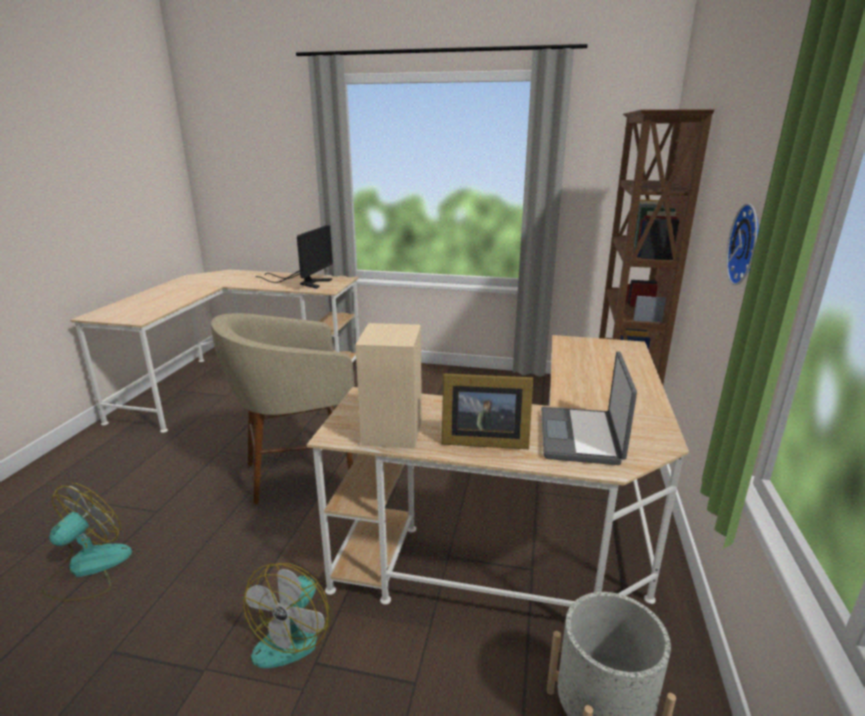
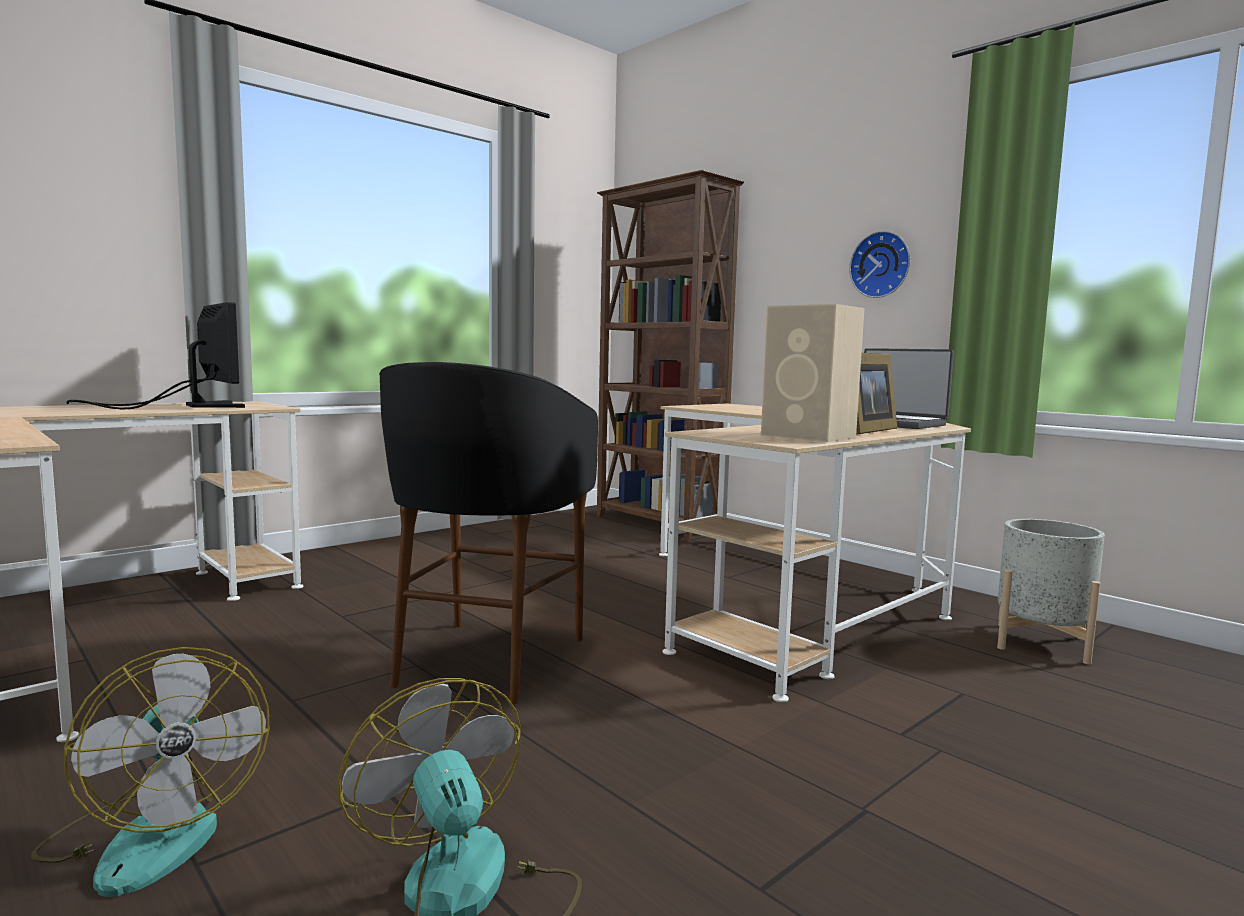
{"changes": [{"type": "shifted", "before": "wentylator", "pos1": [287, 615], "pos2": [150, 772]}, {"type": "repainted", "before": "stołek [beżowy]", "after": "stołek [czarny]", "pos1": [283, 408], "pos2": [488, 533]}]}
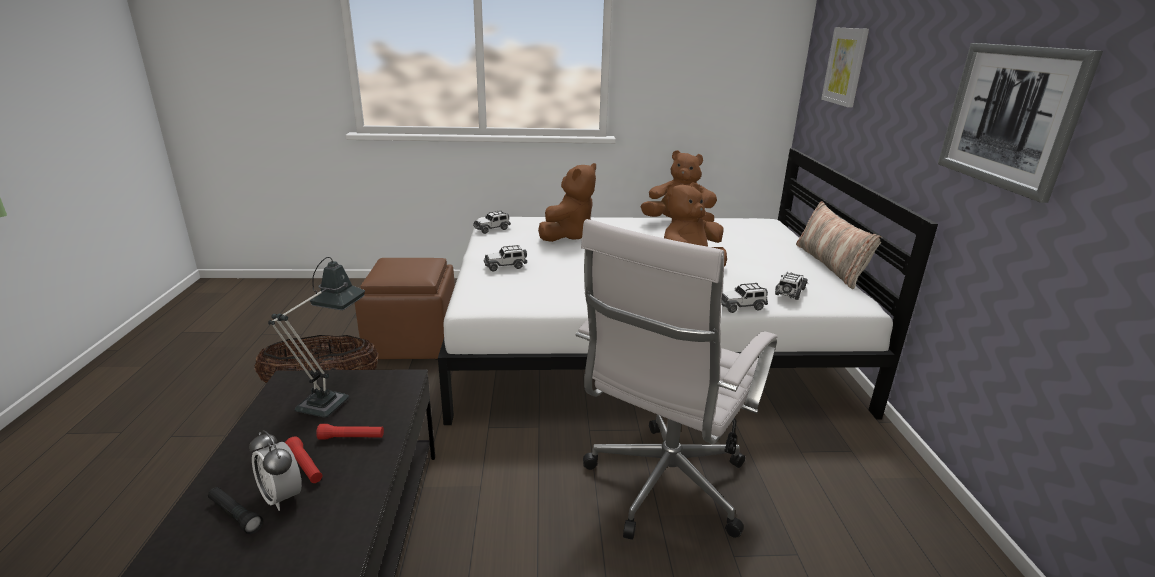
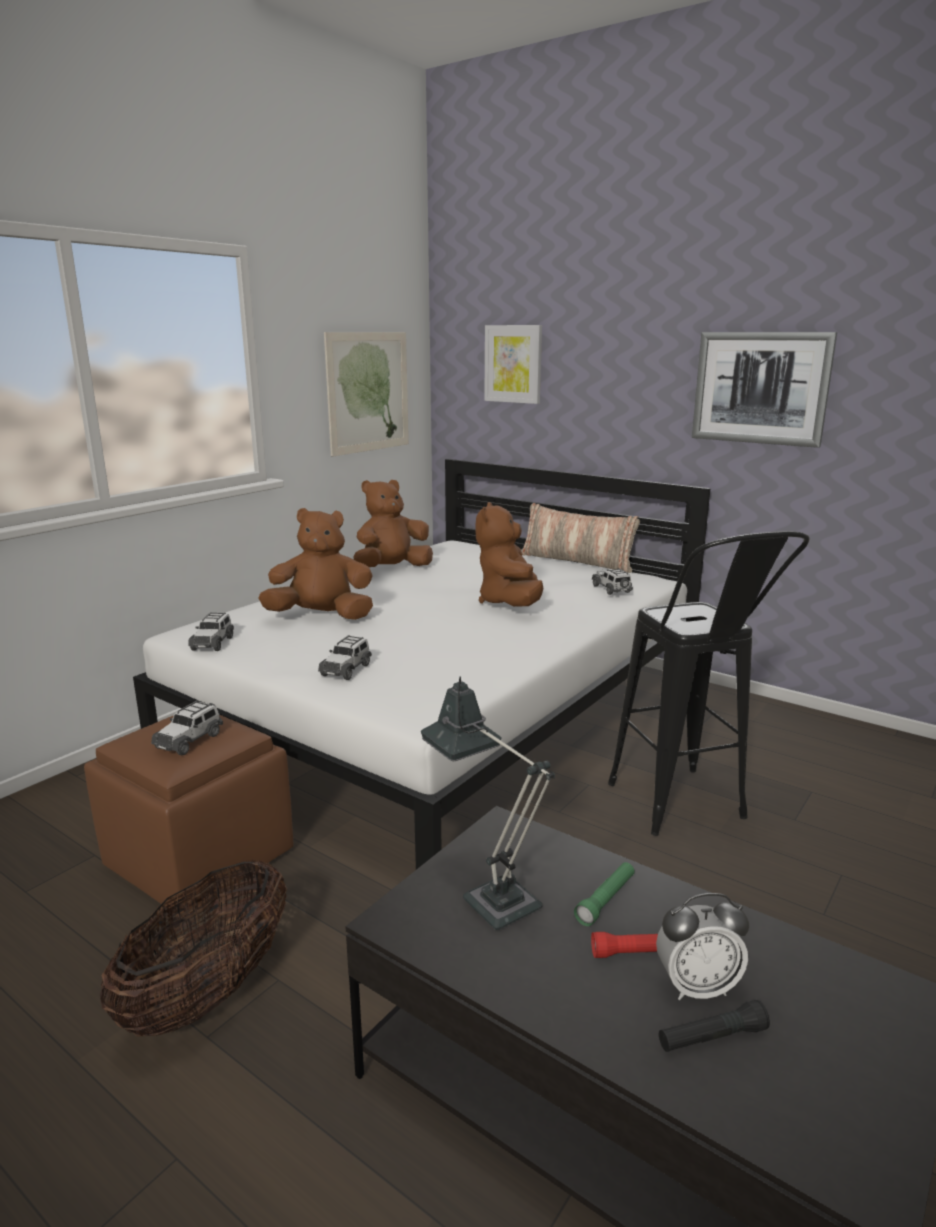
{"changes": [{"type": "shifted", "before": "samochodzik", "pos1": [744, 298], "pos2": [187, 727]}, {"type": "rotated", "before": "pluszak [brązowy]", "pos1": [567, 202], "pos2": [315, 564], "turn": -75}, {"type": "new", "after": "obraz", "pos2": [366, 394]}, {"type": "repainted", "before": "latarka [czerwony]", "after": "latarka [zielony]", "pos1": [350, 432], "pos2": [604, 894]}, {"type": "swapped", "before": "krzesło biurowe [biały]", "after": "stołek [czarny]", "pos1": [676, 379], "pos2": [709, 683]}]}
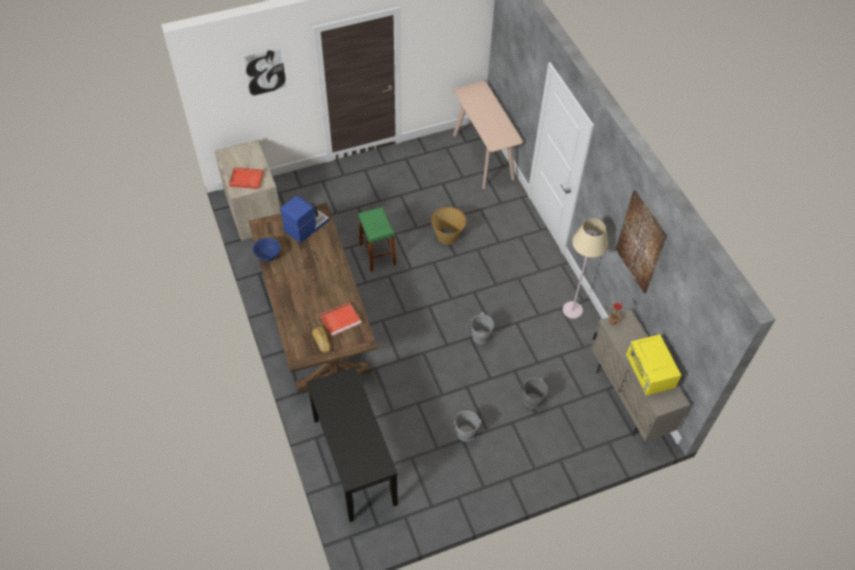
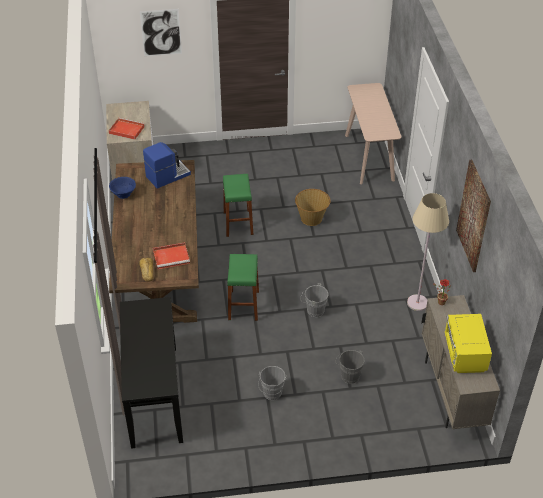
{"changes": [{"type": "new", "after": "stołek [zielony]", "pos2": [243, 287]}]}
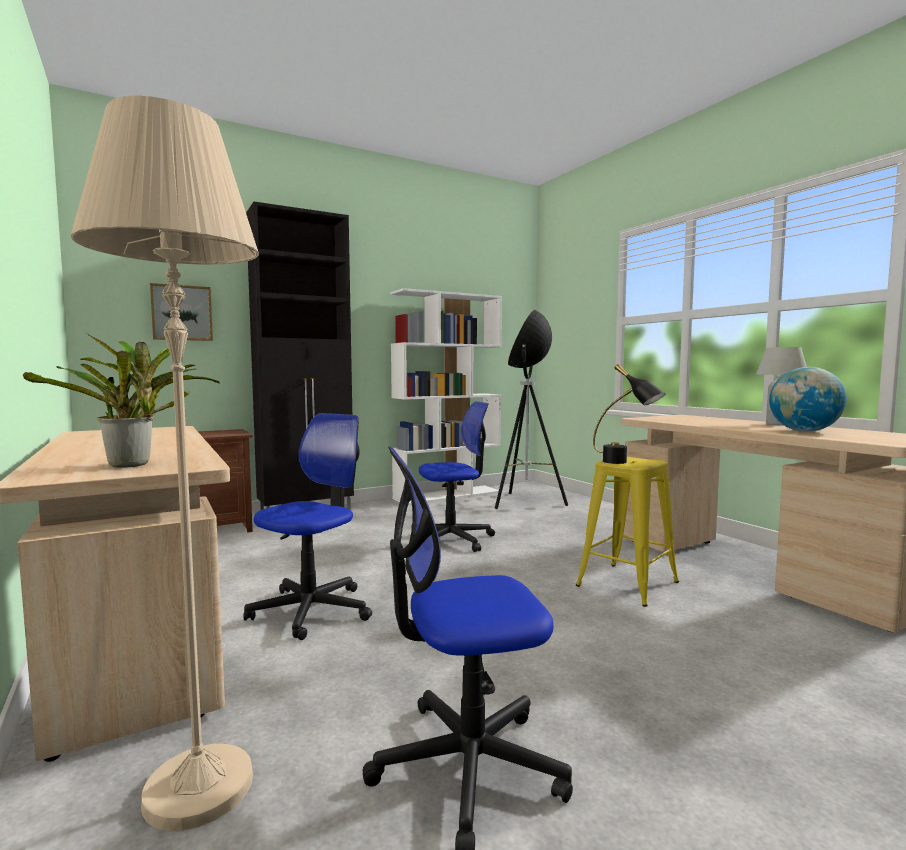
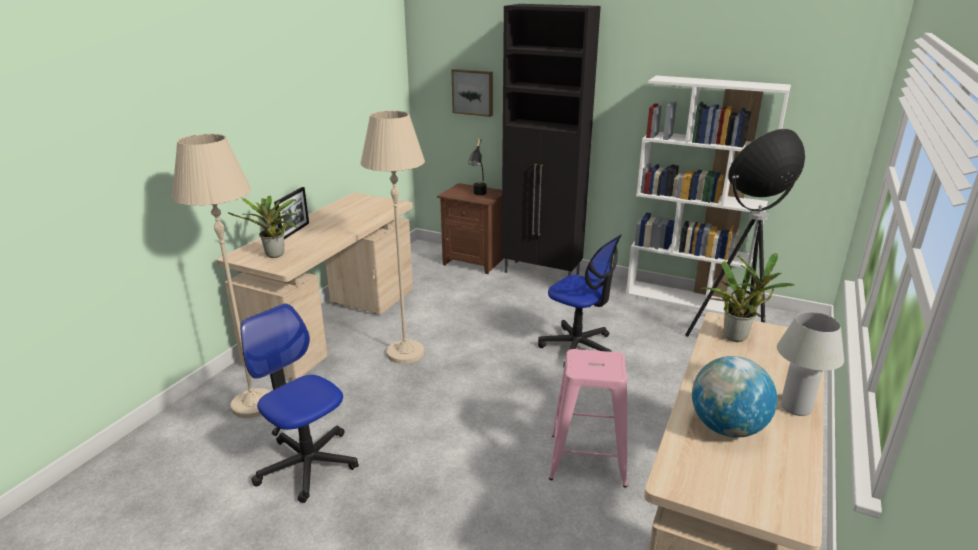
{"changes": [{"type": "new", "after": "ramka na zdjęcie", "pos2": [291, 213]}, {"type": "swapped", "before": "krzesło biurowe", "after": "lampa stojąca [beżowy]", "pos1": [307, 526], "pos2": [392, 237]}, {"type": "shifted", "before": "lampa stołowa [czarny]", "pos1": [629, 414], "pos2": [477, 166]}, {"type": "repainted", "before": "stołek [żółty]", "after": "stołek [różowy]", "pos1": [627, 532], "pos2": [588, 418]}, {"type": "new", "after": "roślina doniczkowa", "pos2": [747, 297]}]}
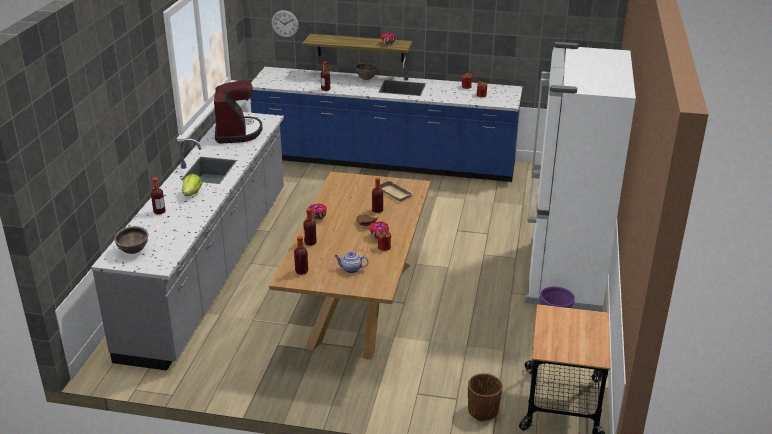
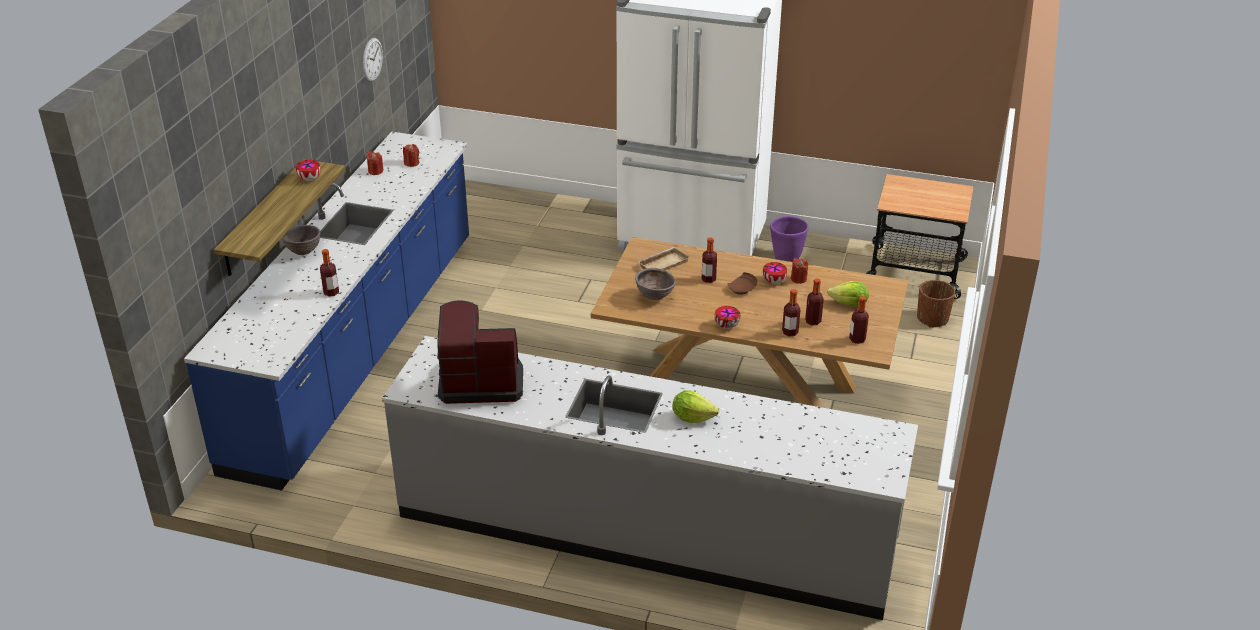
{"changes": [{"type": "shifted", "before": "zegar ścienny", "pos1": [285, 24], "pos2": [373, 60]}, {"type": "shifted", "before": "miska [brązowy]", "pos1": [131, 240], "pos2": [655, 284]}, {"type": "shifted", "before": "butelka", "pos1": [158, 196], "pos2": [814, 301]}, {"type": "swapped", "before": "imbryk", "after": "sałata", "pos1": [352, 262], "pos2": [848, 293]}]}
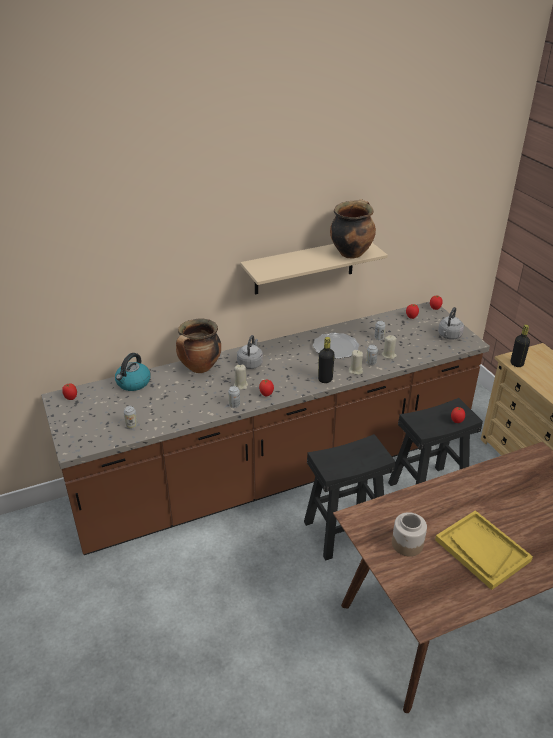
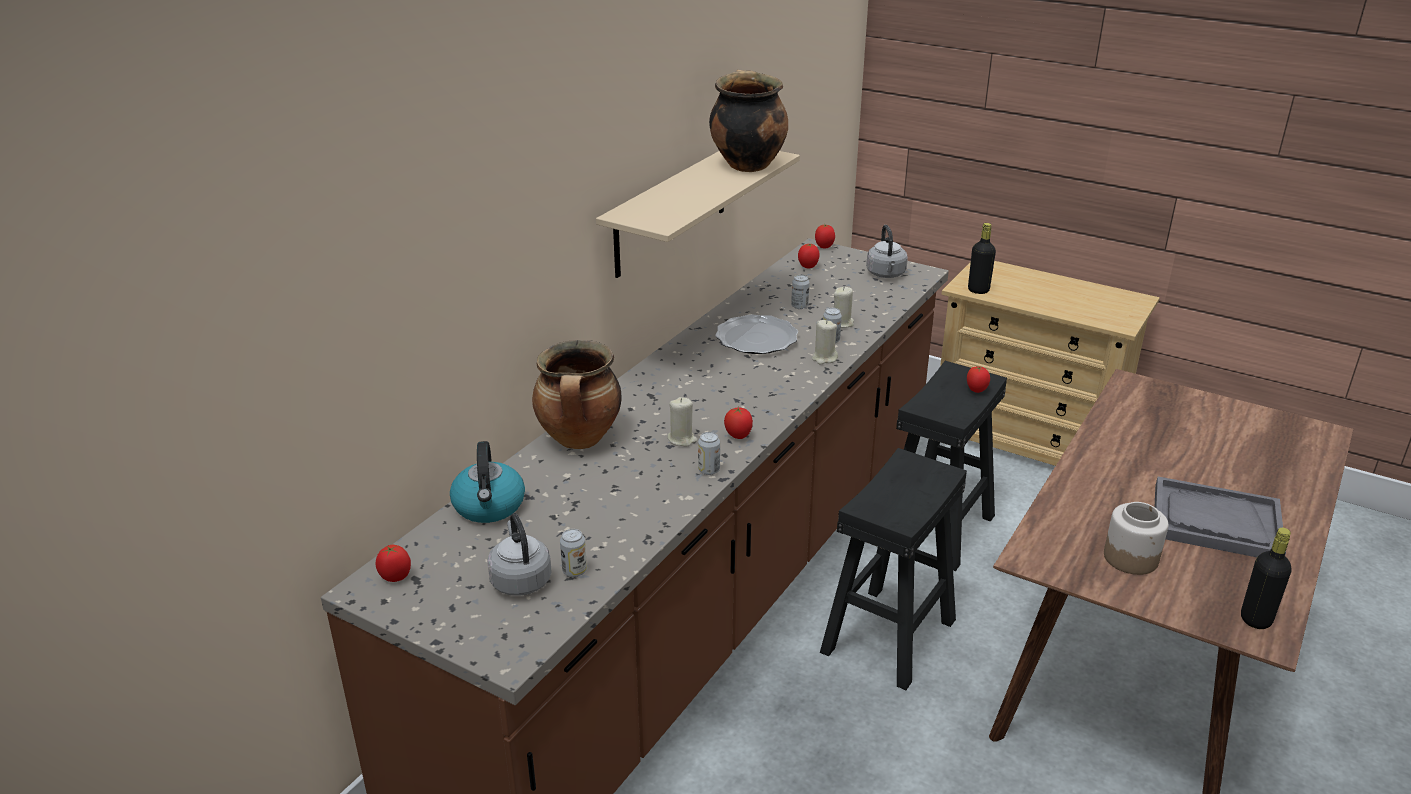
{"changes": [{"type": "shifted", "before": "czajnik [szary]", "pos1": [250, 352], "pos2": [519, 554]}, {"type": "repainted", "before": "taca [żółty]", "after": "taca [szary]", "pos1": [484, 550], "pos2": [1220, 517]}, {"type": "shifted", "before": "butelka [czarny]", "pos1": [326, 360], "pos2": [1266, 578]}]}
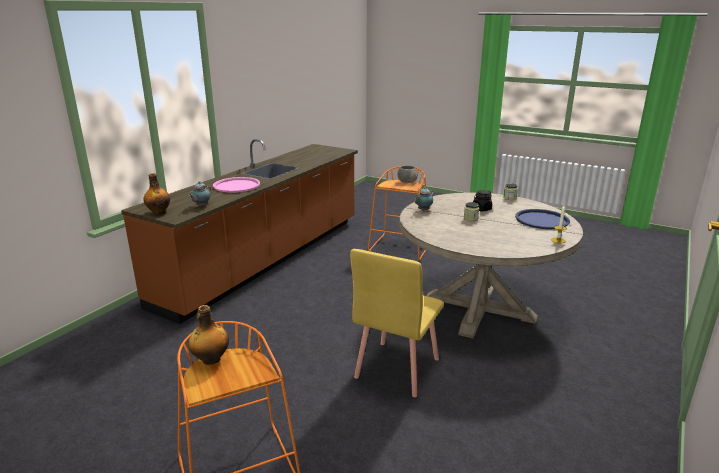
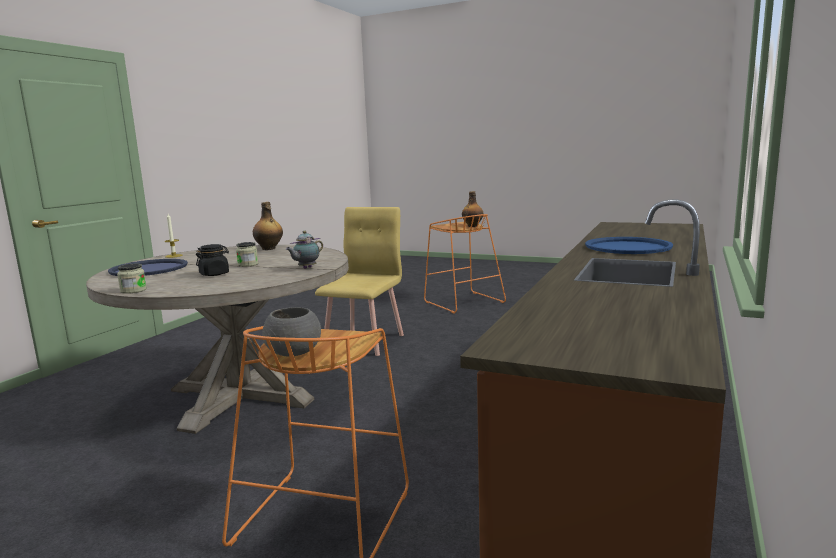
{"changes": [{"type": "shifted", "before": "butelka", "pos1": [156, 194], "pos2": [268, 226]}, {"type": "repainted", "before": "taca [różowy]", "after": "taca [niebieski]", "pos1": [236, 185], "pos2": [629, 245]}, {"type": "gone", "before": "imbryk", "pos1": [200, 194]}]}
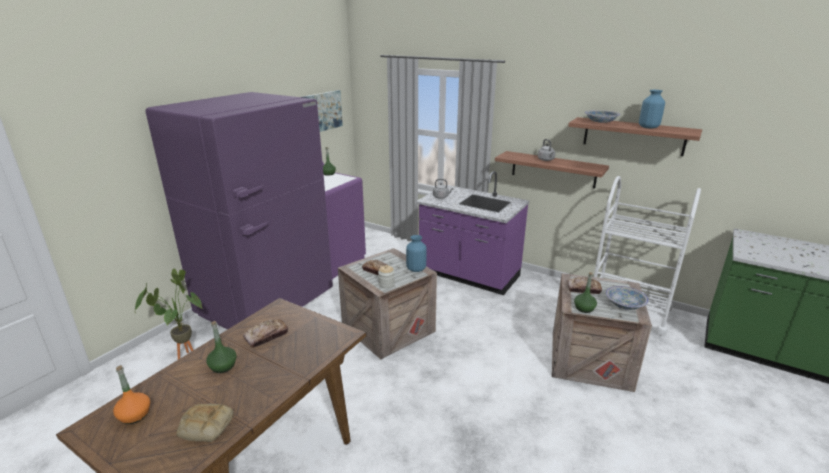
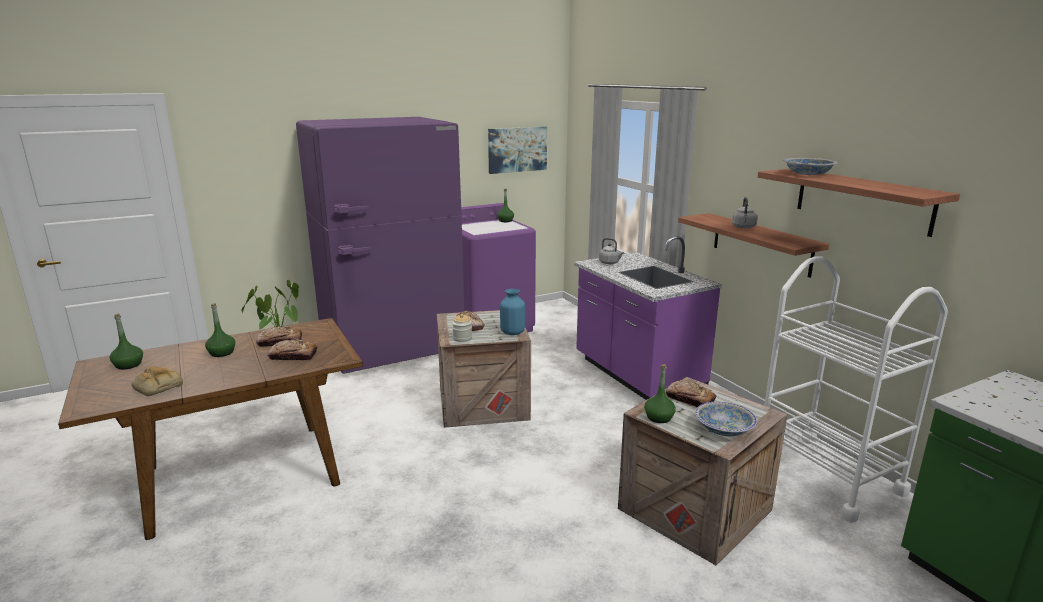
{"changes": [{"type": "repainted", "before": "butelka [pomarańczowy]", "after": "butelka [zielony]", "pos1": [131, 394], "pos2": [126, 341]}, {"type": "new", "after": "chleb", "pos2": [292, 350]}, {"type": "gone", "before": "wazon [niebieski]", "pos1": [652, 109]}]}
